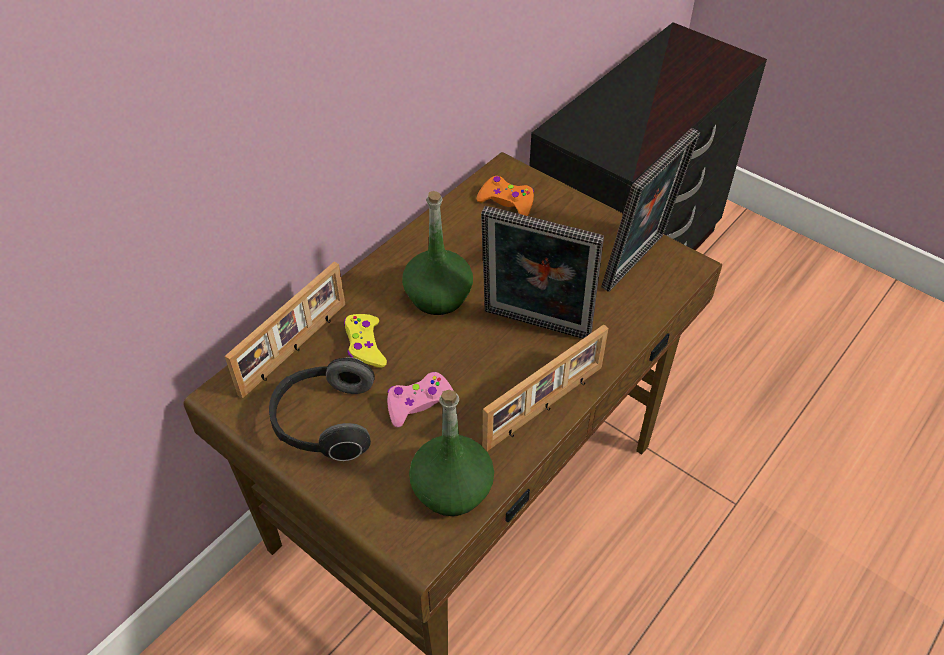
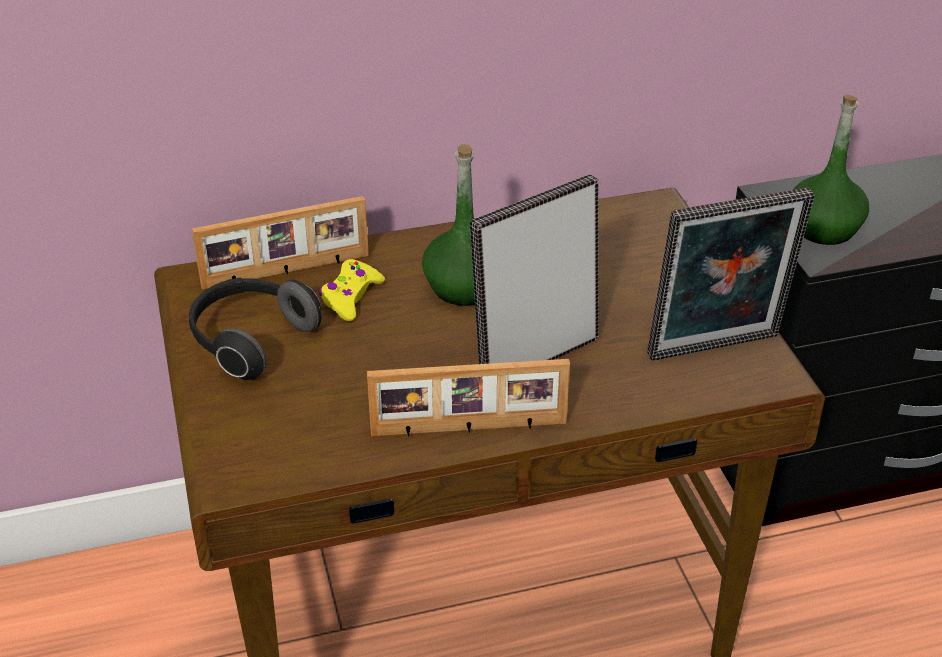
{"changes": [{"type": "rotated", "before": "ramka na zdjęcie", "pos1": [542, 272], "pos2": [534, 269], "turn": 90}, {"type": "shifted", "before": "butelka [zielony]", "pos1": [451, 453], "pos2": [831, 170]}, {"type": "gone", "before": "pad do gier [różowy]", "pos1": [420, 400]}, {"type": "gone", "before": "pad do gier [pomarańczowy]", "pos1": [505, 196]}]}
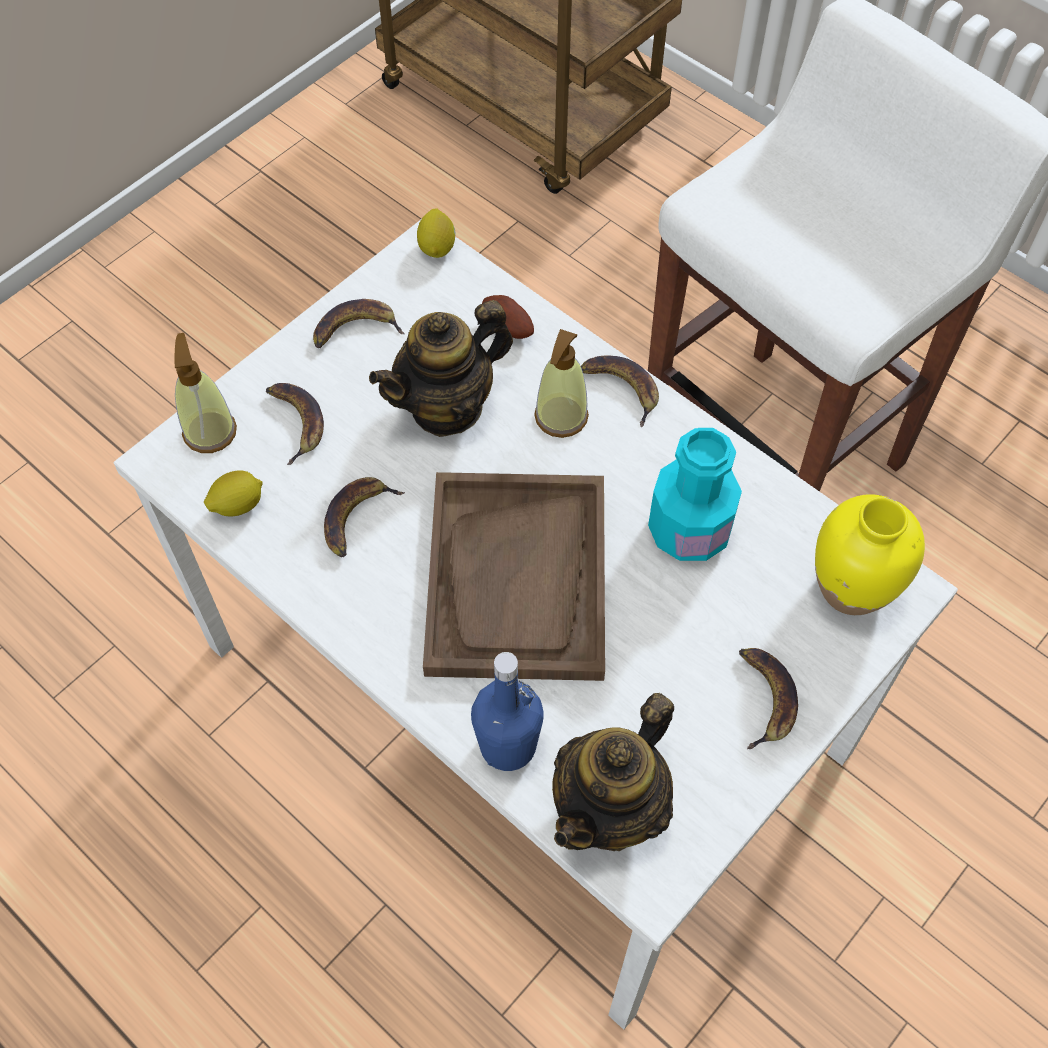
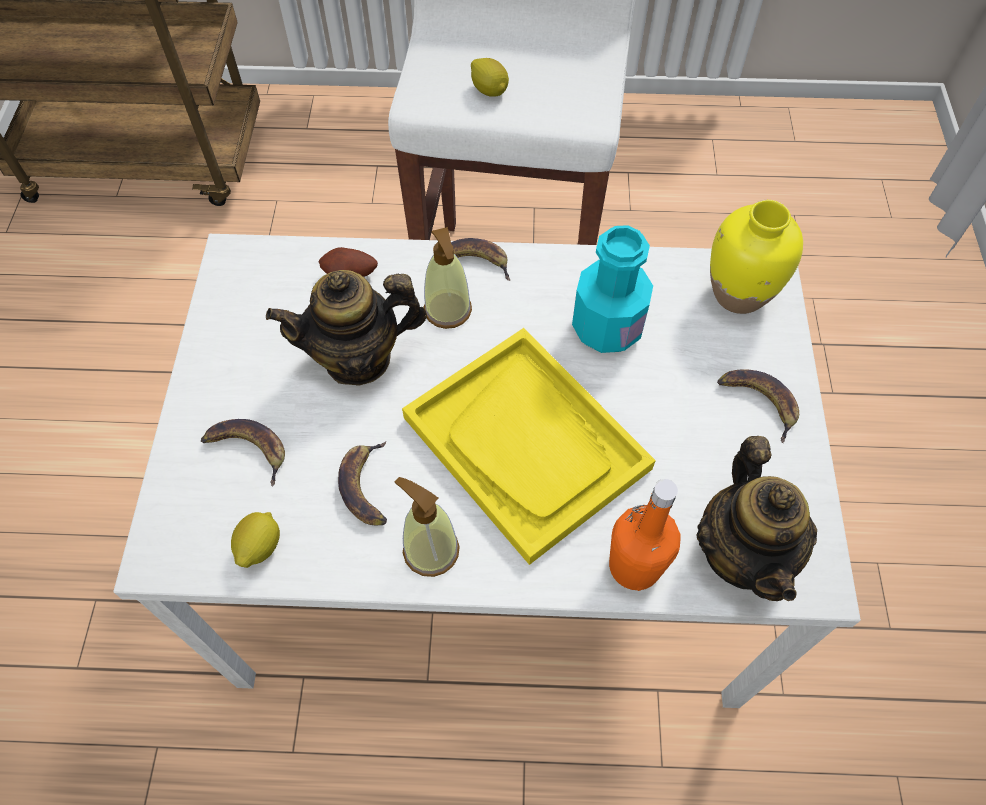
{"changes": [{"type": "rotated", "before": "imbryk", "pos1": [441, 368], "pos2": [346, 328], "turn": 60}, {"type": "shifted", "before": "dozownik mydła", "pos1": [206, 393], "pos2": [427, 527]}, {"type": "repainted", "before": "taca [brązowy]", "after": "taca [żółty]", "pos1": [514, 576], "pos2": [529, 446]}, {"type": "shifted", "before": "cytryna", "pos1": [436, 233], "pos2": [490, 77]}, {"type": "repainted", "before": "butelka [niebieski]", "after": "butelka [pomarańczowy]", "pos1": [507, 711], "pos2": [645, 535]}, {"type": "gone", "before": "banan", "pos1": [359, 323]}]}
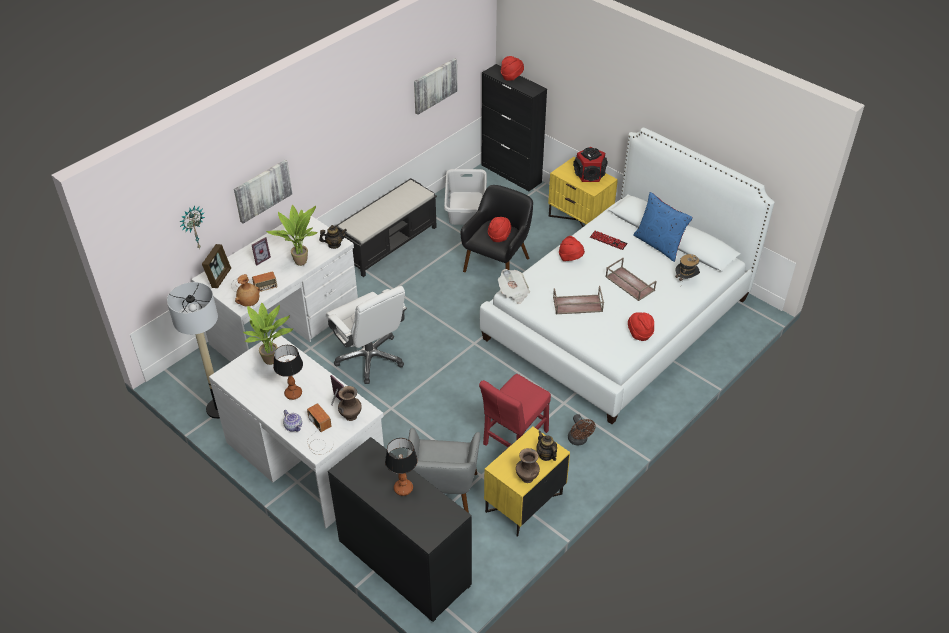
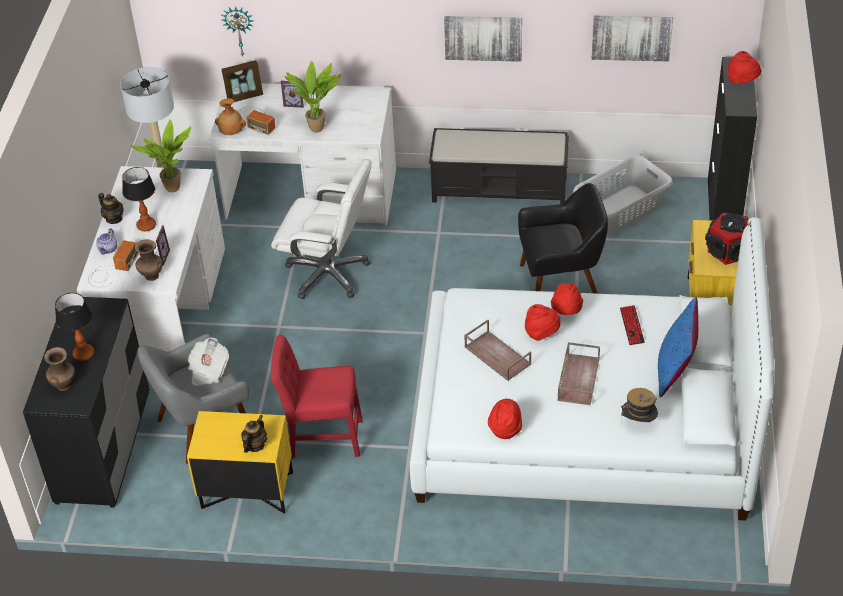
{"changes": [{"type": "shifted", "before": "wazon [brązowy]", "pos1": [528, 465], "pos2": [59, 369]}, {"type": "shifted", "before": "imbryk", "pos1": [333, 237], "pos2": [110, 208]}, {"type": "shifted", "before": "gazeta", "pos1": [514, 286], "pos2": [208, 362]}, {"type": "rotated", "before": "krzesło biurowe [biały]", "pos1": [366, 335], "pos2": [321, 229], "turn": -90}, {"type": "shifted", "before": "obraz", "pos1": [263, 192], "pos2": [483, 39]}, {"type": "shifted", "before": "kapelusz [czerwony]", "pos1": [499, 229], "pos2": [543, 322]}, {"type": "gone", "before": "wentylator [brązowy]", "pos1": [582, 430]}]}
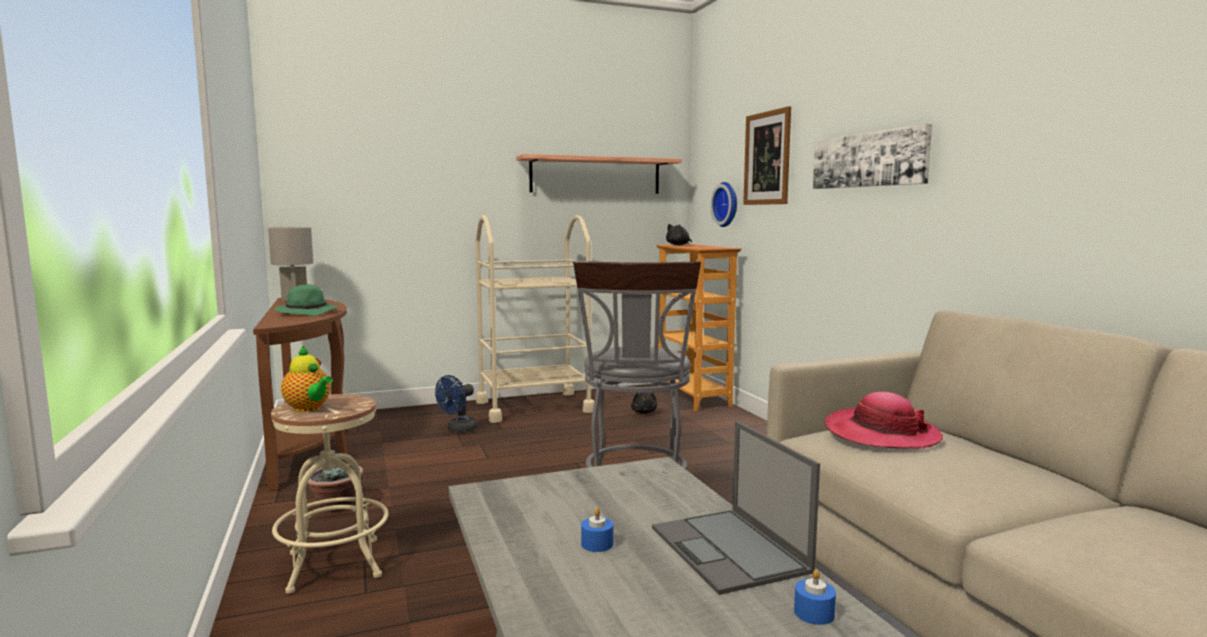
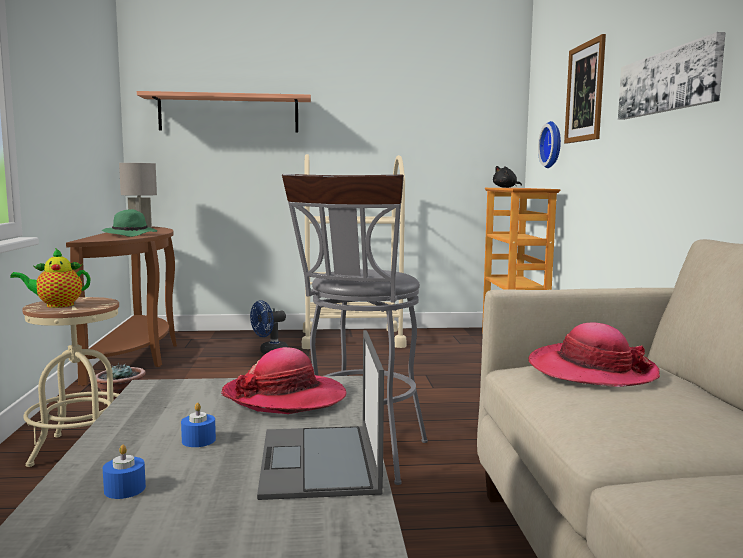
{"changes": [{"type": "rotated", "before": "imbryk", "pos1": [307, 378], "pos2": [50, 278], "turn": 105}, {"type": "shifted", "before": "świeca [niebieski]", "pos1": [815, 597], "pos2": [124, 472]}, {"type": "shifted", "before": "półka", "pos1": [599, 174], "pos2": [224, 112]}, {"type": "new", "after": "kapelusz", "pos2": [284, 380]}, {"type": "gone", "before": "pluszak [czarny]", "pos1": [644, 403]}]}
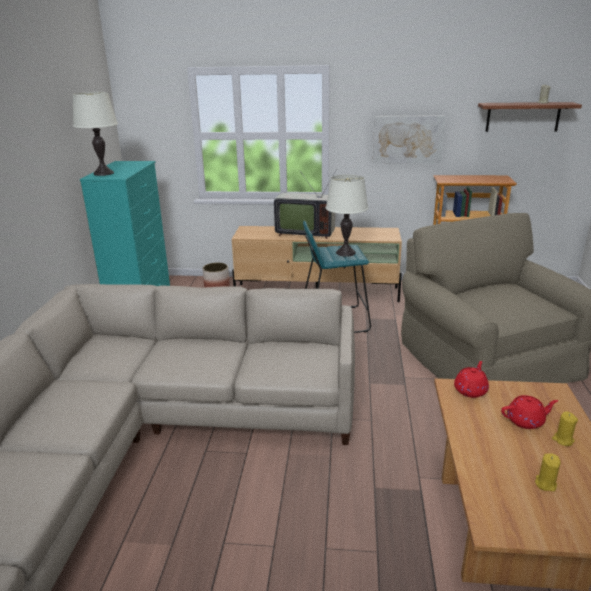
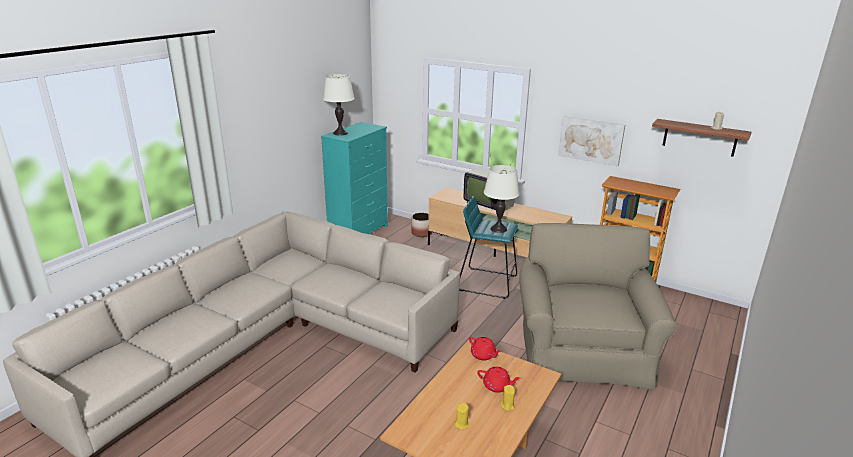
{"changes": [{"type": "rotated", "before": "imbryk [czerwony]", "pos1": [471, 379], "pos2": [485, 349], "turn": 75}]}
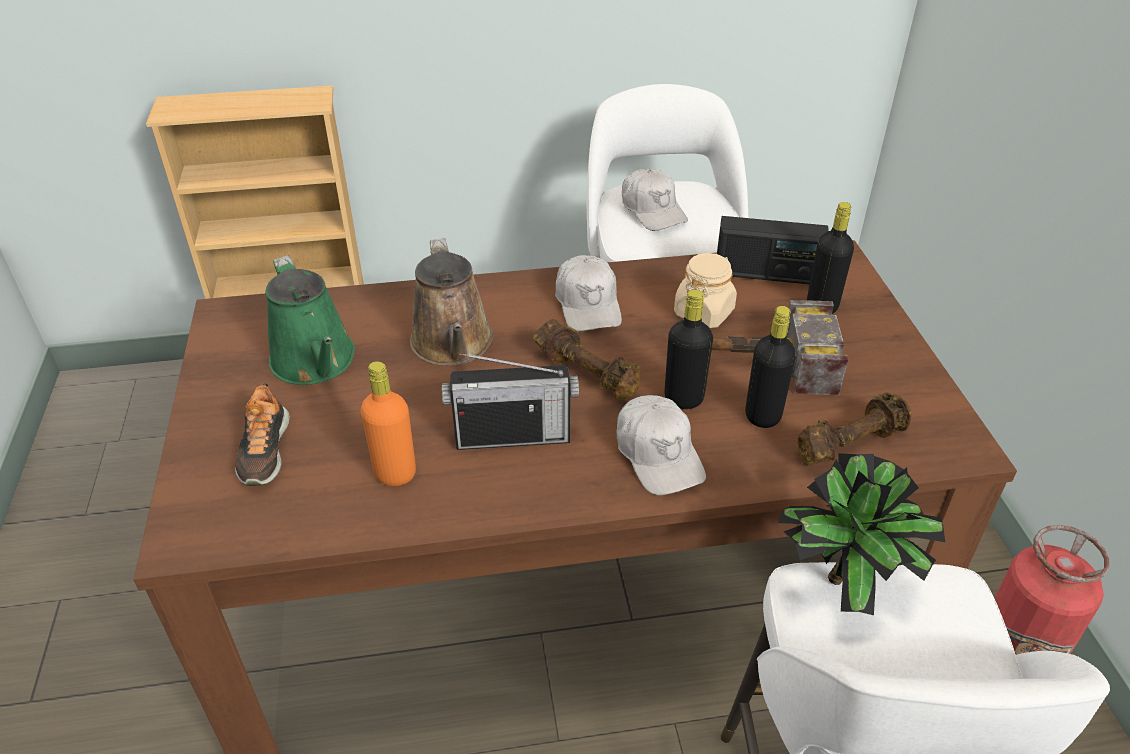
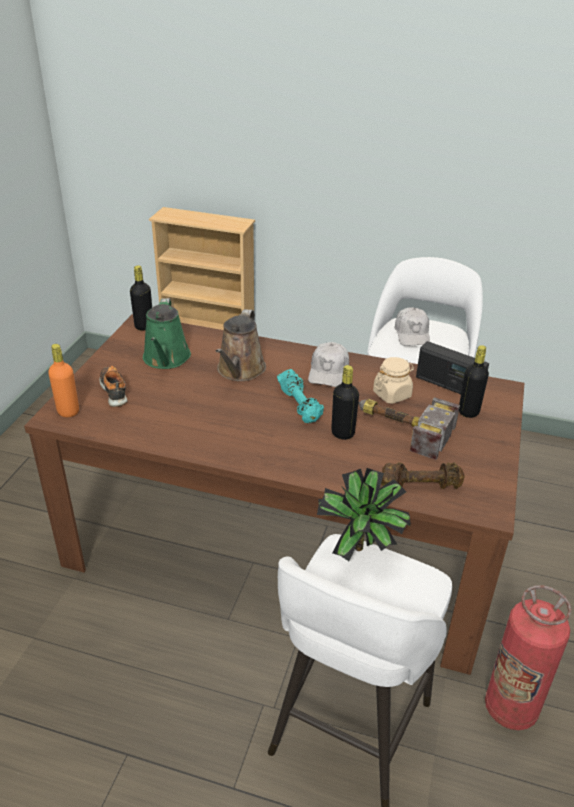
{"changes": [{"type": "shifted", "before": "butelka [pomarańczowy]", "pos1": [388, 423], "pos2": [63, 380]}, {"type": "rotated", "before": "but", "pos1": [262, 434], "pos2": [113, 386], "turn": 135}, {"type": "shifted", "before": "butelka [czarny]", "pos1": [770, 367], "pos2": [141, 298]}, {"type": "repainted", "before": "hantel [brązowy]", "after": "hantel [turkusowy]", "pos1": [586, 359], "pos2": [300, 396]}, {"type": "gone", "before": "radio", "pos1": [510, 401]}, {"type": "gone", "before": "czapka z daszkiem [biały]", "pos1": [661, 445]}]}
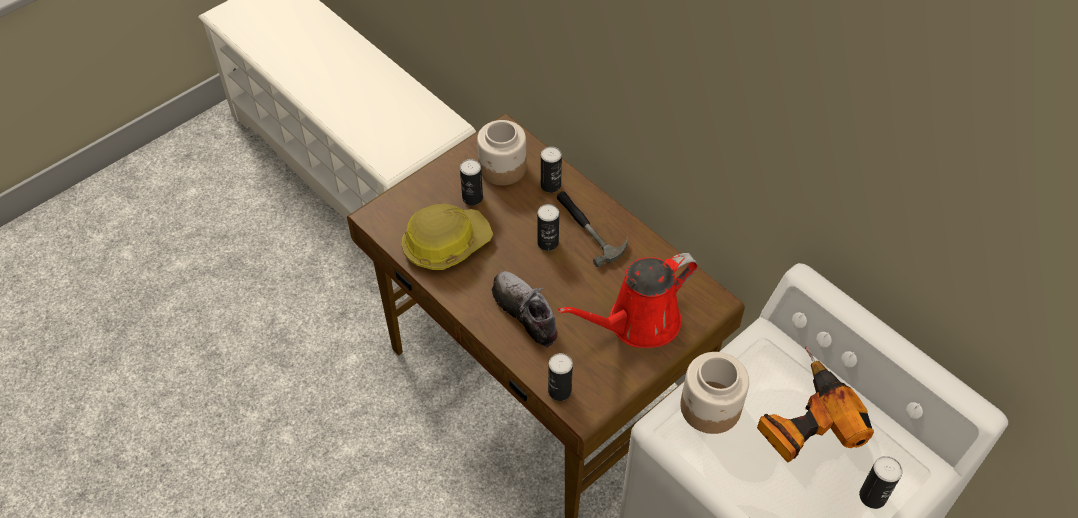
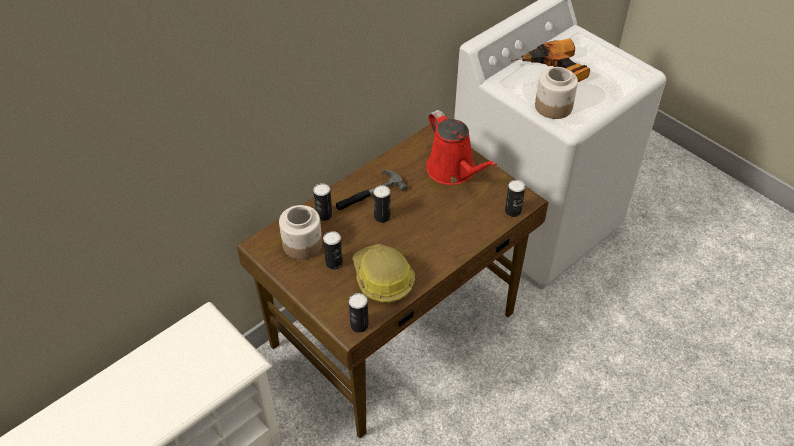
{"changes": [{"type": "shifted", "before": "puszka", "pos1": [881, 482], "pos2": [359, 313]}, {"type": "gone", "before": "but", "pos1": [525, 309]}]}
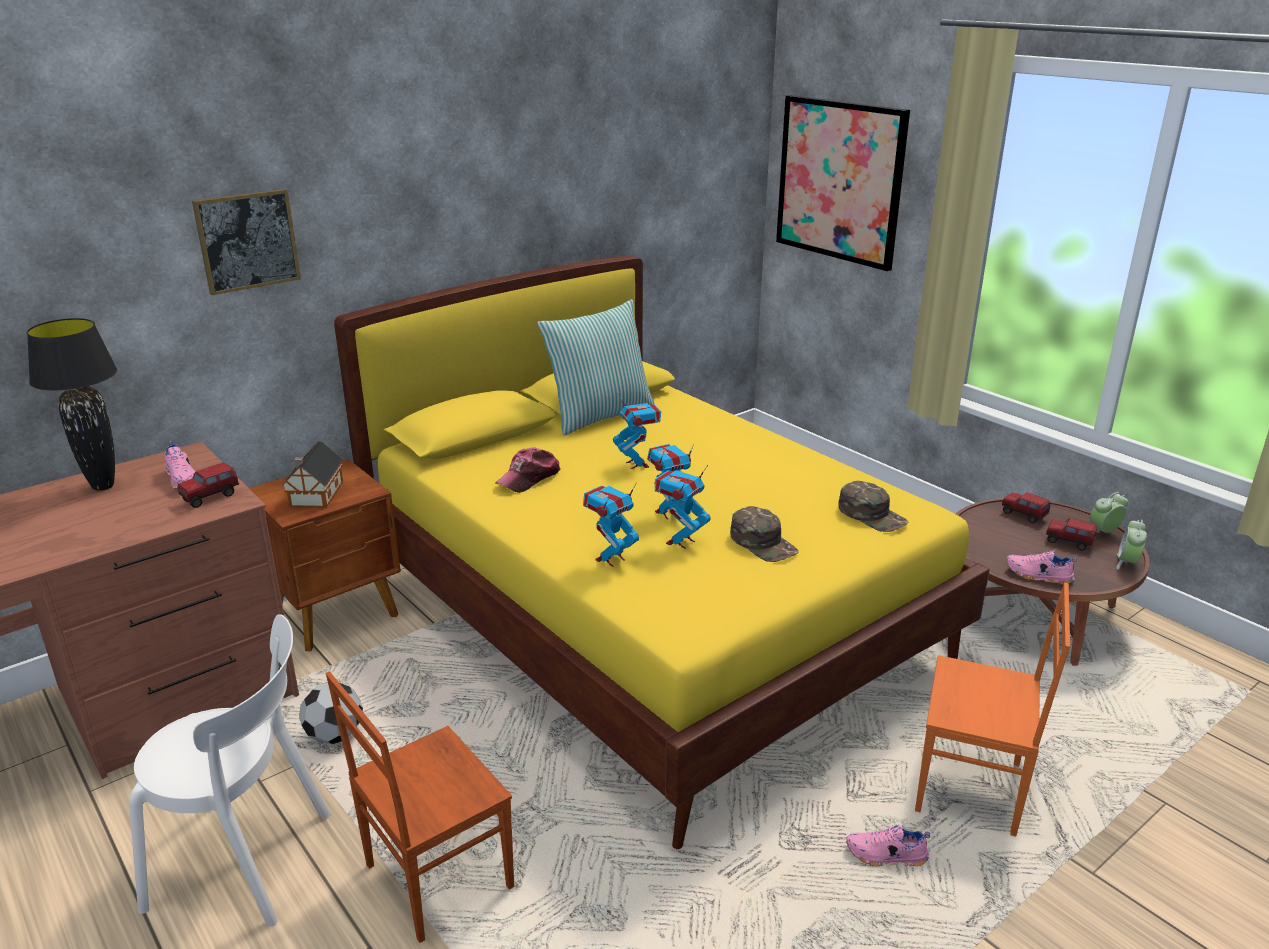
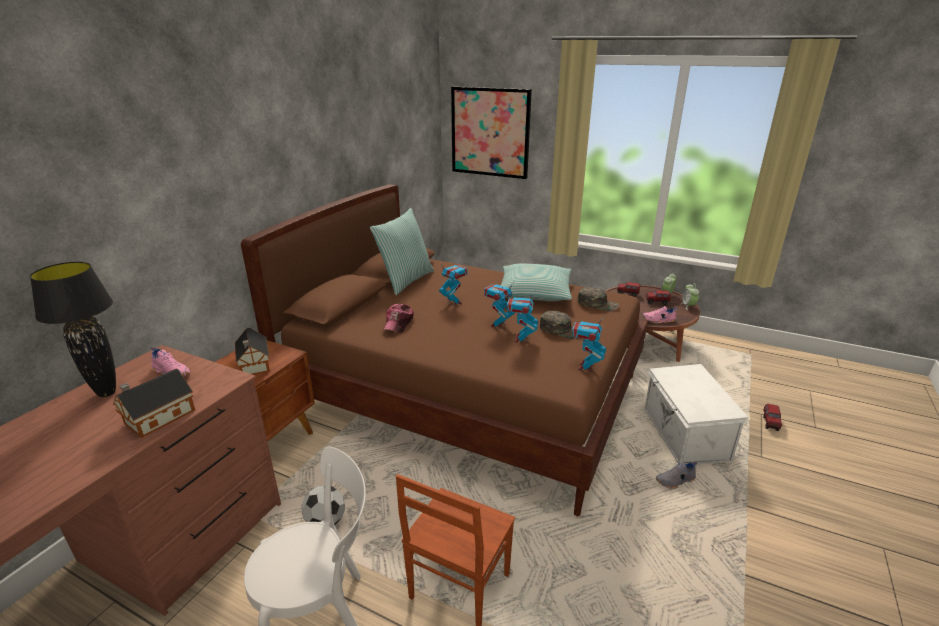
{"changes": [{"type": "new", "after": "domek", "pos2": [154, 403]}, {"type": "repainted", "before": "łóżko [żółty]", "after": "łóżko [brązowy]", "pos1": [662, 552], "pos2": [444, 350]}, {"type": "new", "after": "poduszka", "pos2": [536, 282]}, {"type": "shifted", "before": "robot zabawkowy", "pos1": [611, 525], "pos2": [588, 343]}, {"type": "swapped", "before": "krzesło [pomarańczowy]", "after": "pojemnik do przechowywania [biały]", "pos1": [992, 710], "pos2": [696, 414]}, {"type": "repainted", "before": "but [różowy]", "after": "but [szary]", "pos1": [888, 846], "pos2": [676, 475]}, {"type": "shifted", "before": "ciężarówka zabawkowa", "pos1": [208, 485], "pos2": [772, 417]}, {"type": "gone", "before": "obraz", "pos1": [246, 242]}]}
